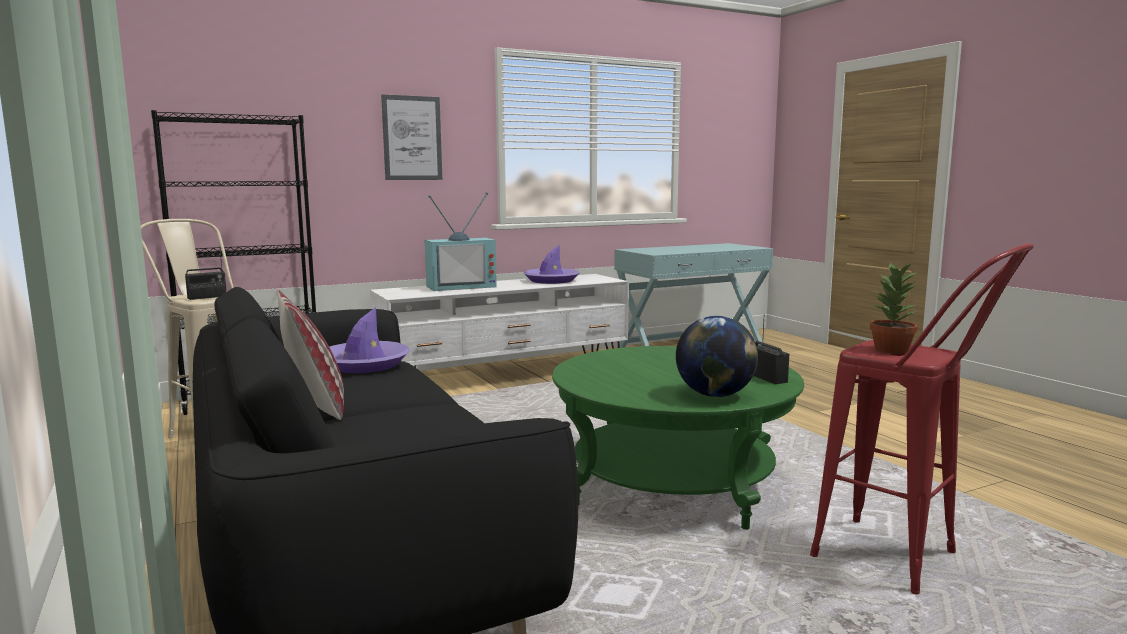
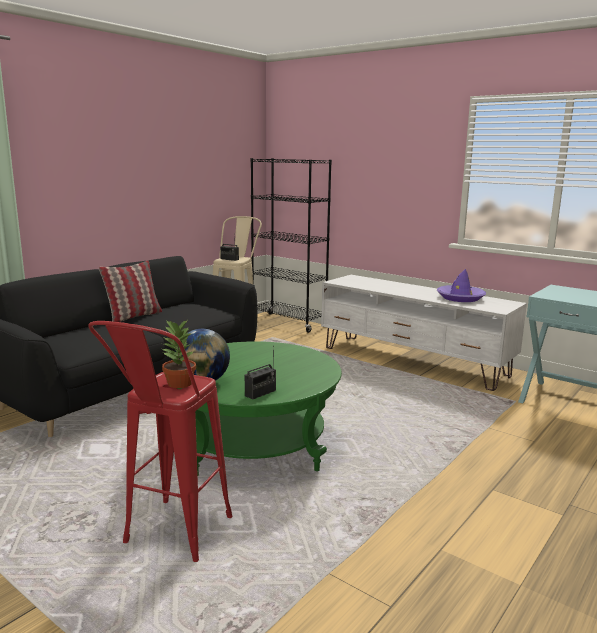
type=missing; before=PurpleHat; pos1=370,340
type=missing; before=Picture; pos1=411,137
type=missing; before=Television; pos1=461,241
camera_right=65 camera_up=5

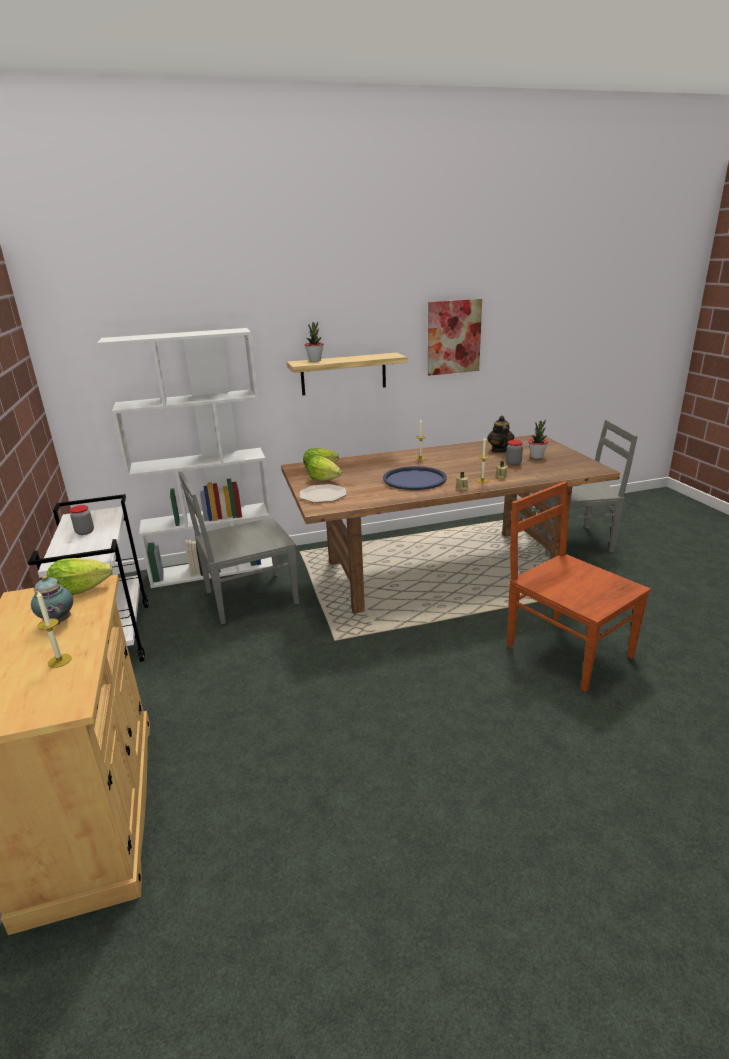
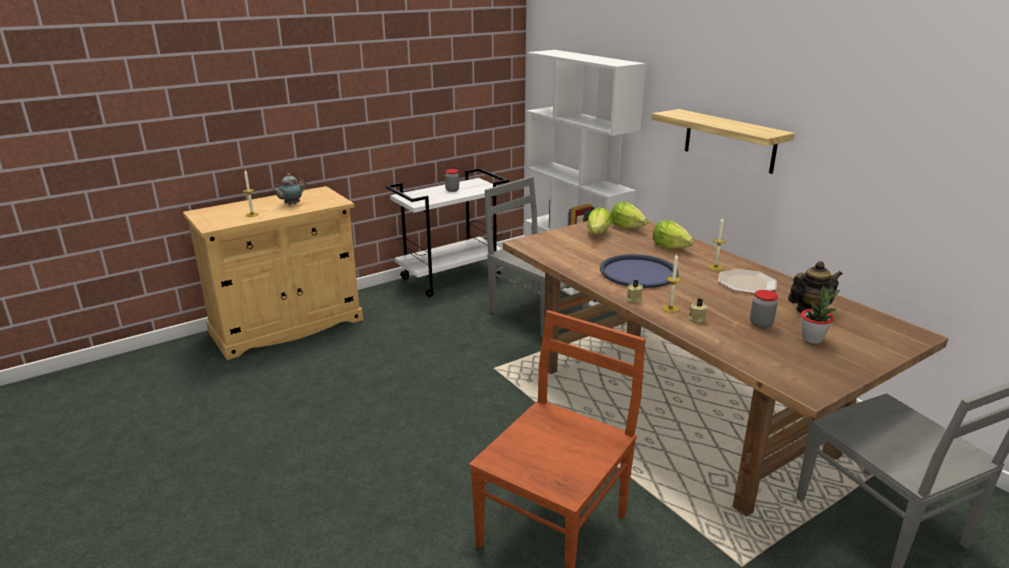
type=relocated; before=Lettuce; pos1=80,576; pos2=673,234
type=relocated; before=Plate; pos1=323,493; pos2=747,281
type=missing; before=PottedPlant; pos1=314,341
type=missing; before=Picture; pos1=455,337
camera_right=70 camera_up=0

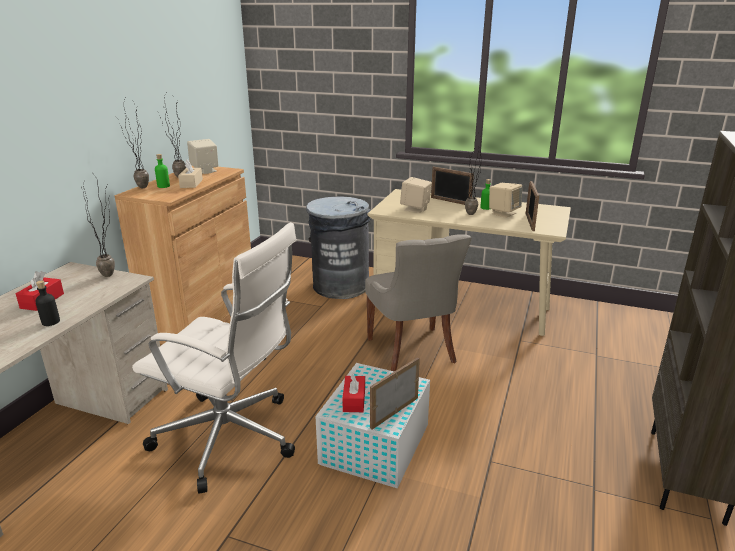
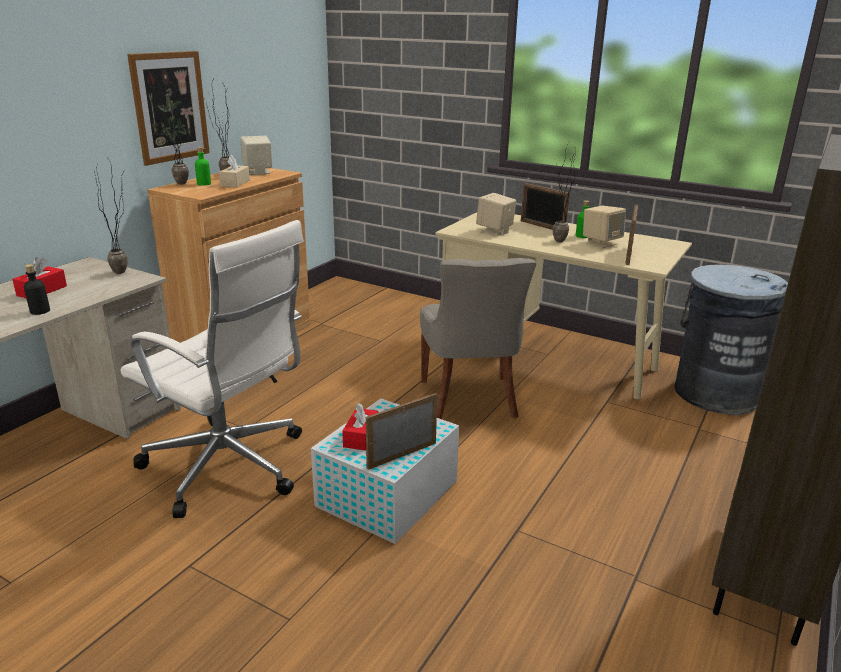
type=appeared; after=Picture; pos2=168,108
type=relocated; before=GreyTrashCan; pos1=338,247; pos2=731,340
camera_right=10 camera_up=0

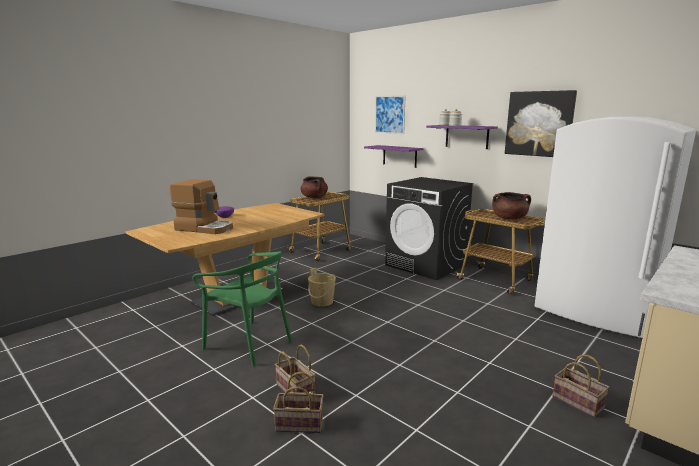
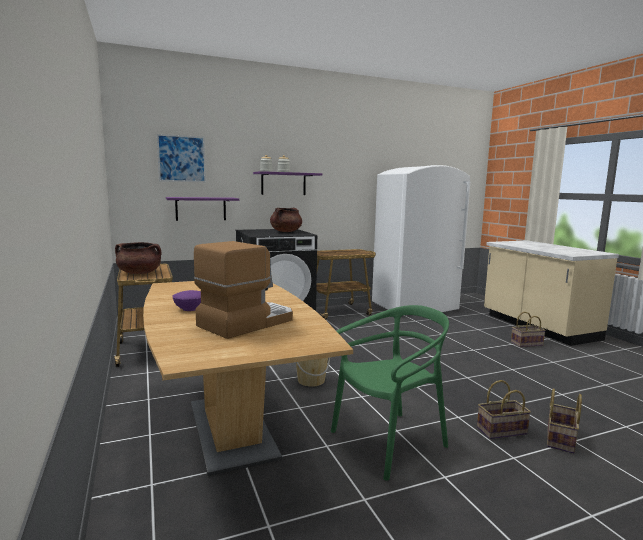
type=relocated; before=BrownCookingPot; pos1=512,205; pos2=286,220
type=missing; before=Picture; pos1=541,123
camera_right=-65 camera_up=-5

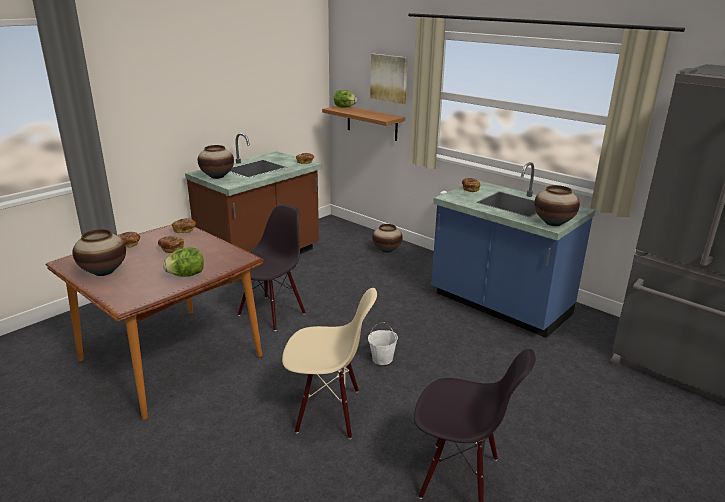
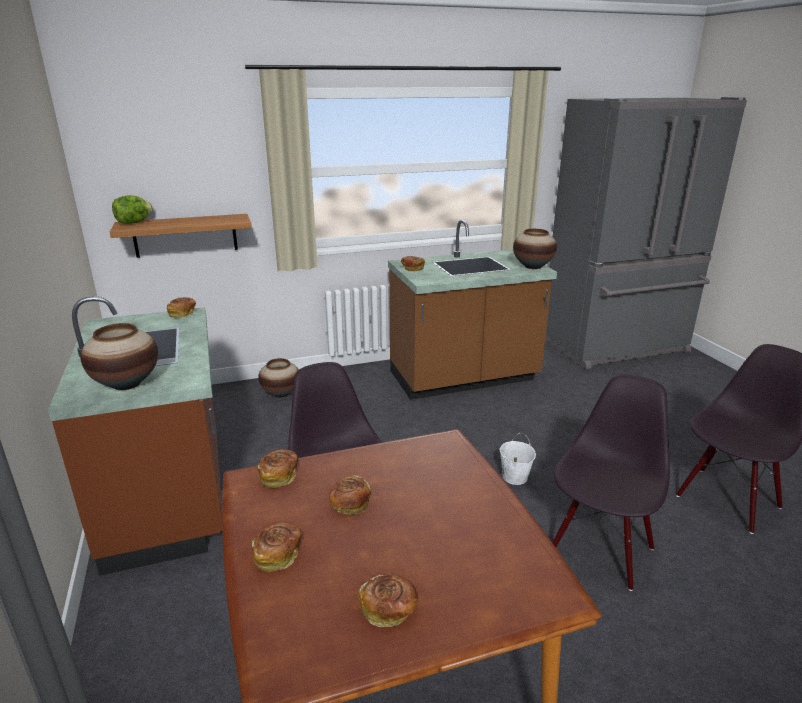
type=exchanged; before=Vase; after=Bread; pos1=99,252; pos2=388,600
type=colour; before=BlueCounter; after=BrownCounter; pos1=513,250; pos2=472,310
type=colour; before=BeigeChair; after=BlackChair; pos1=329,363; pos2=611,482
type=missing; before=Lettuce; pos1=183,262
type=missing; before=Picture; pos1=389,79
camera_right=-60 camera_up=0

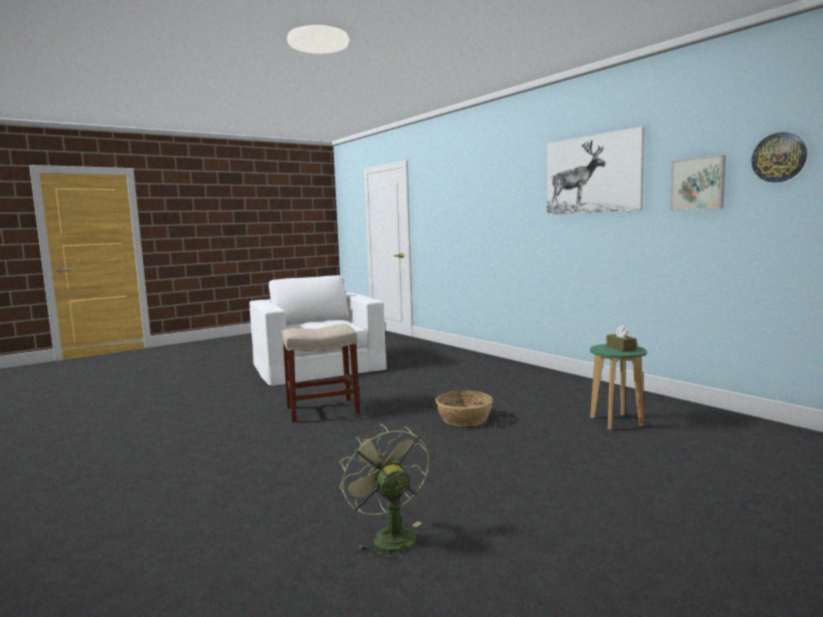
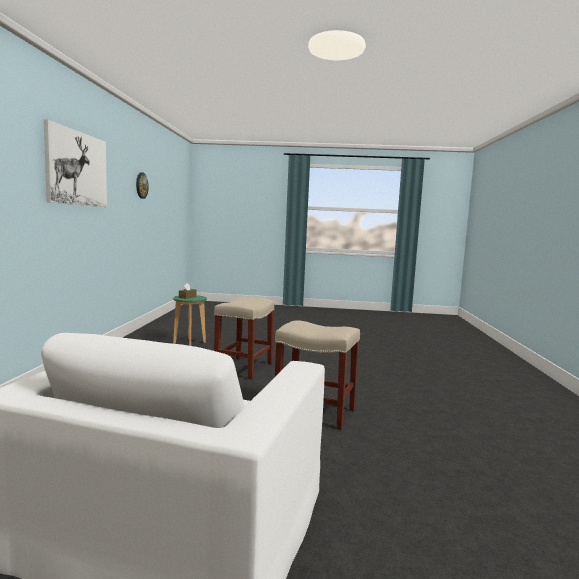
type=exchanged; before=Basket; after=BeigeStool; pos1=464,408; pos2=244,338
type=missing; before=GreenFan; pos1=384,492
type=missing; before=Picture; pos1=698,183
camera_right=-140 camera_up=0

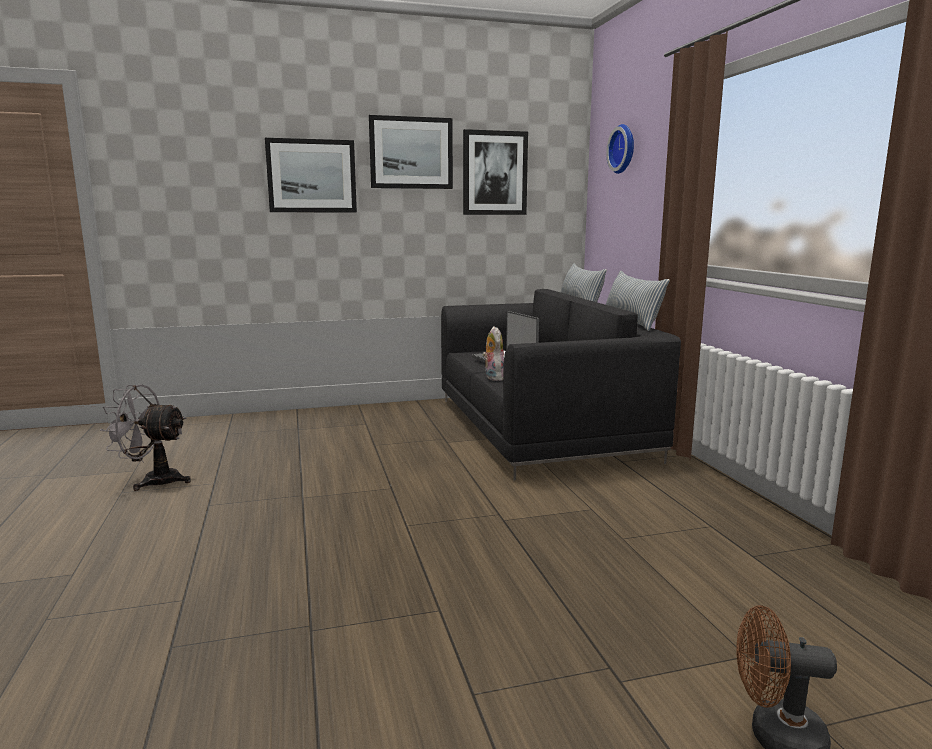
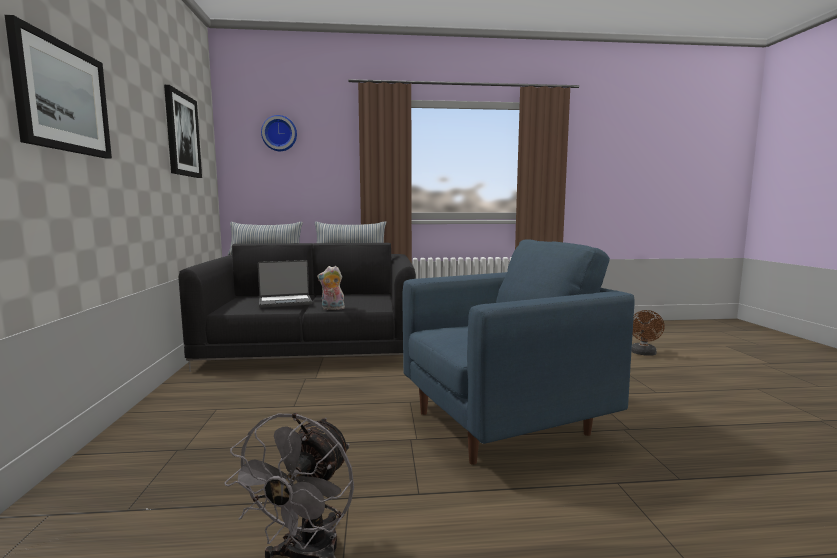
type=appeared; after=BlueArmchair; pos2=518,352
type=missing; before=Picture; pos1=411,152
camera_right=-80 camera_up=-5

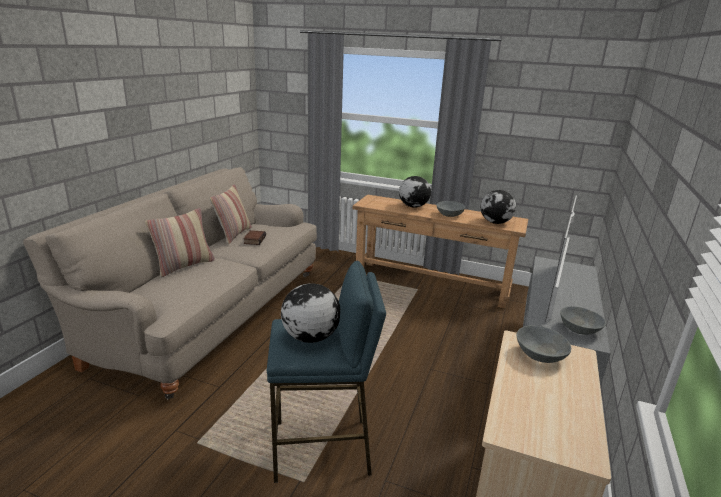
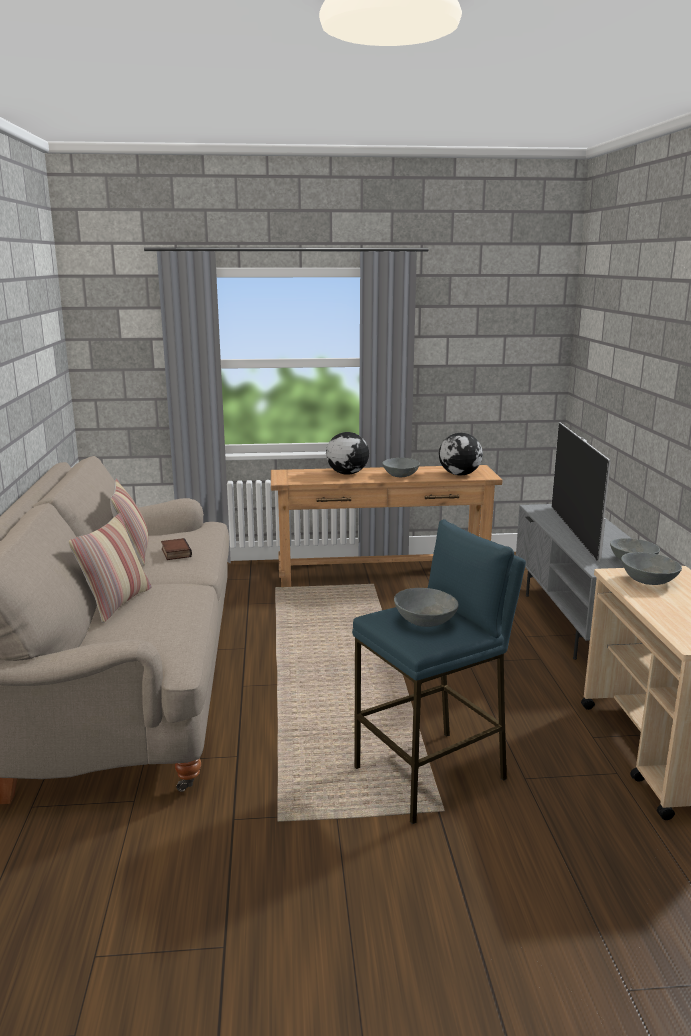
type=exchanged; before=Globe; after=GreyBowl; pos1=310,313; pos2=426,607
camera_right=-25 camera_up=-5

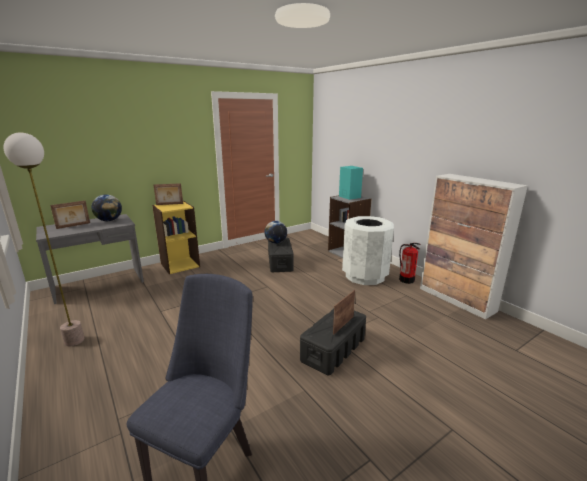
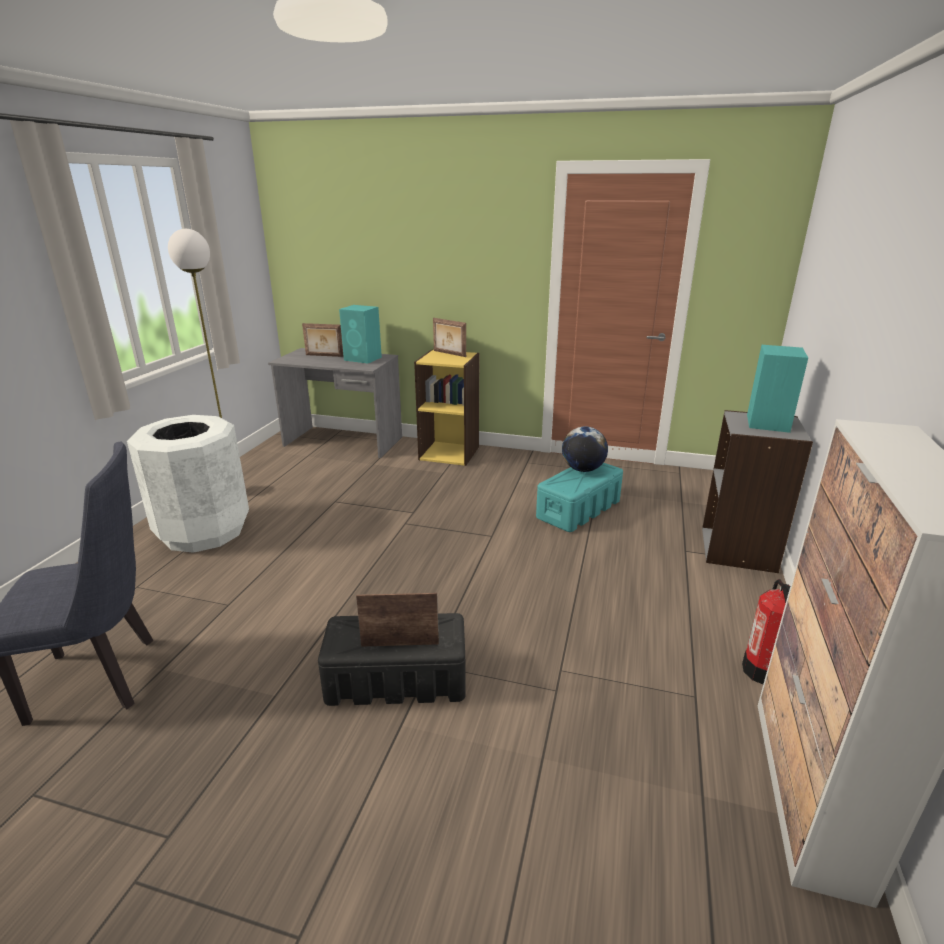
type=relocated; before=WhiteTrashCan; pos1=368,250; pos2=188,484
type=exchanged; before=Globe; after=TurquoiseSpeaker; pos1=106,207; pos2=360,334
type=colour; before=BlackStorageBox; after=TurquoiseStorageBox; pos1=281,254; pos2=579,497
camera_right=50 camera_up=5

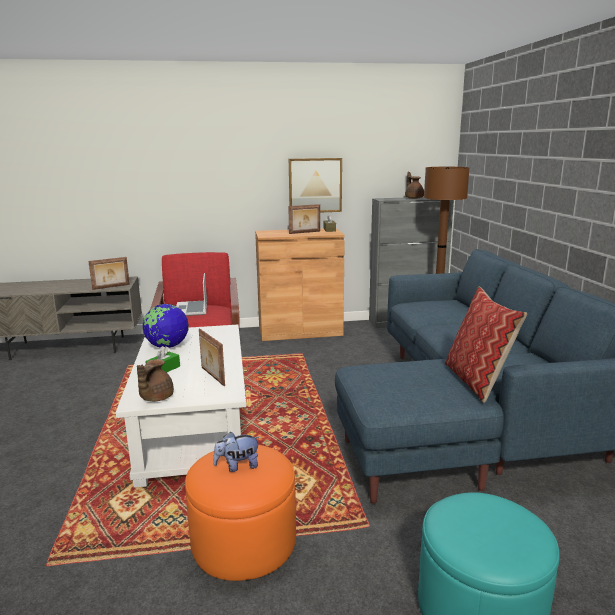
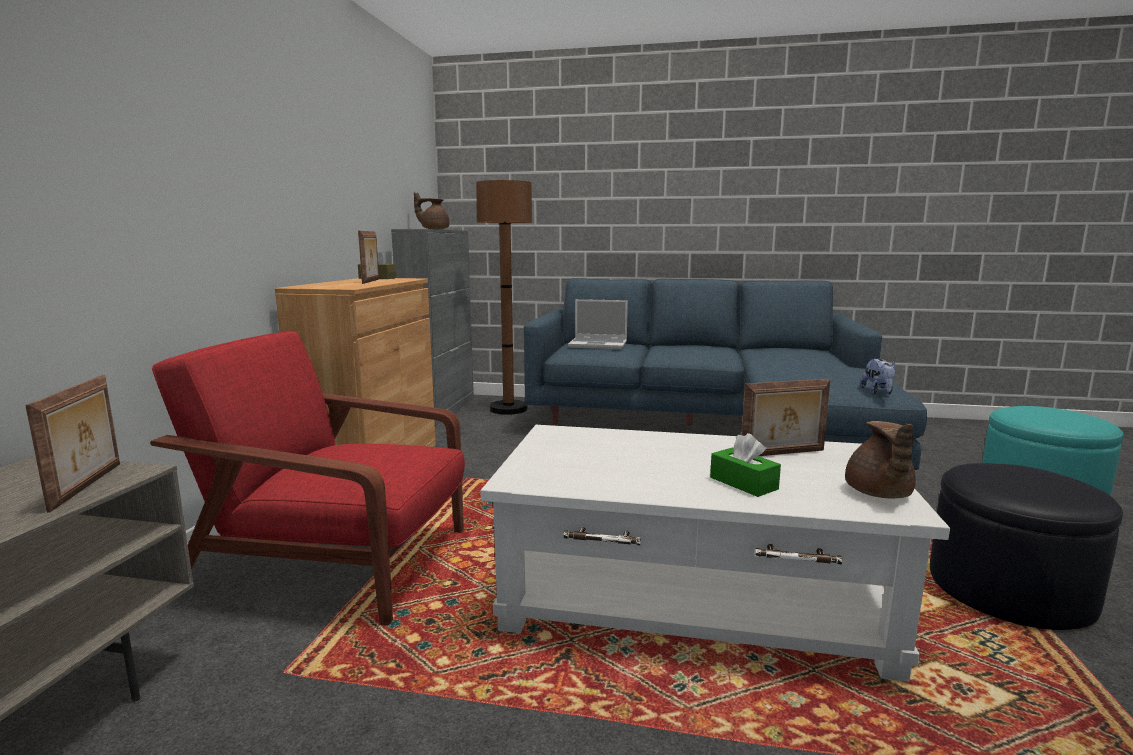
type=relocated; before=Laptop; pos1=191,294; pos2=598,324
type=spun; before=BrownTeapot; pos1=155,380; pos2=880,459; turn=60
type=relocated; before=PlushToy; pos1=236,452; pos2=877,376
type=colour; before=OrangeOttoman; after=BlackOttoman; pos1=240,513; pos2=1026,546
type=missing; before=Globe; pos1=166,326
type=missing; before=Picture; pos1=315,185
type=missing; before=Pillow; pos1=486,345
camera_right=-70 camera_up=-5

